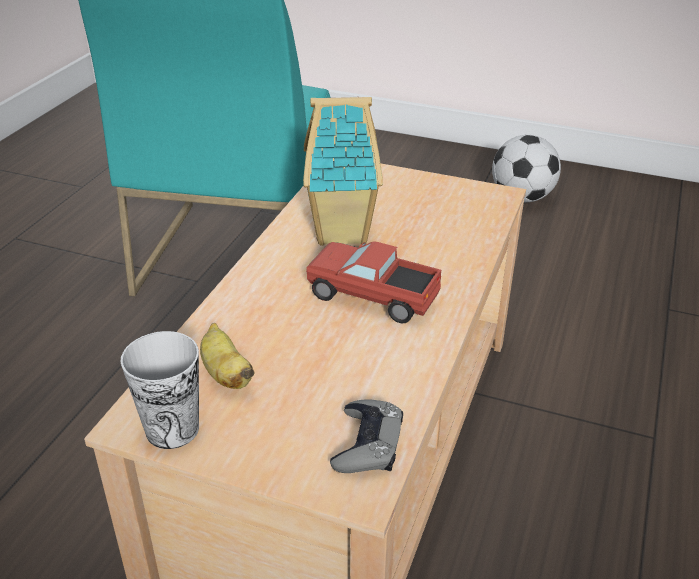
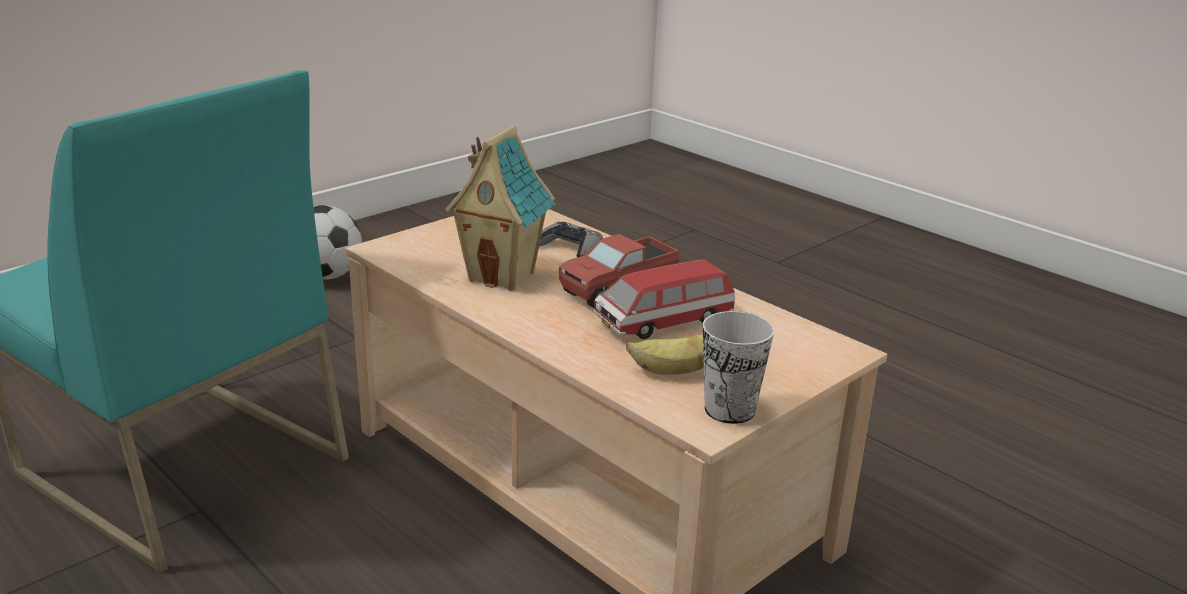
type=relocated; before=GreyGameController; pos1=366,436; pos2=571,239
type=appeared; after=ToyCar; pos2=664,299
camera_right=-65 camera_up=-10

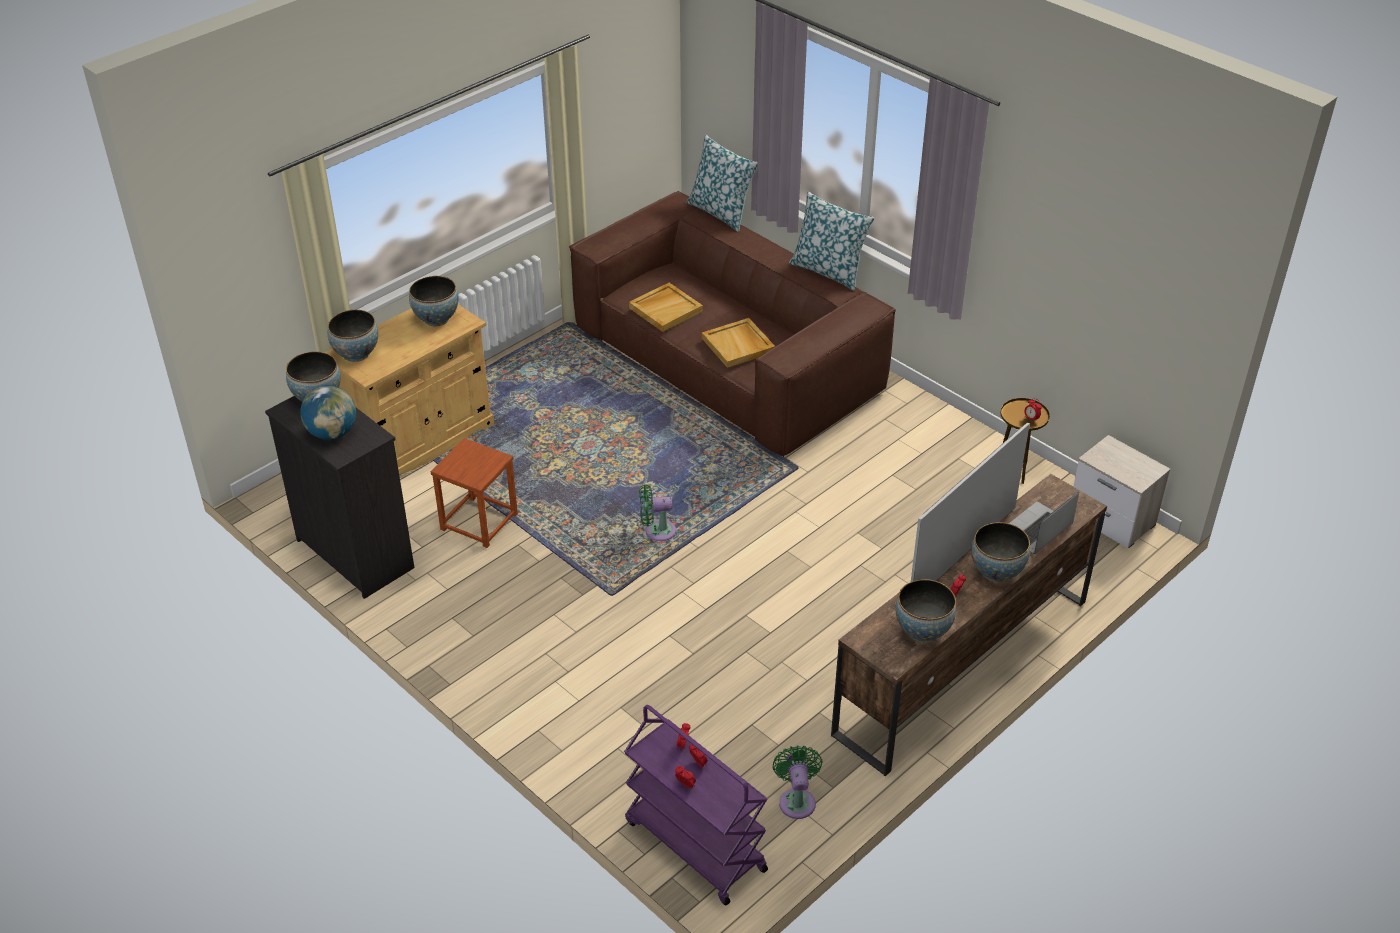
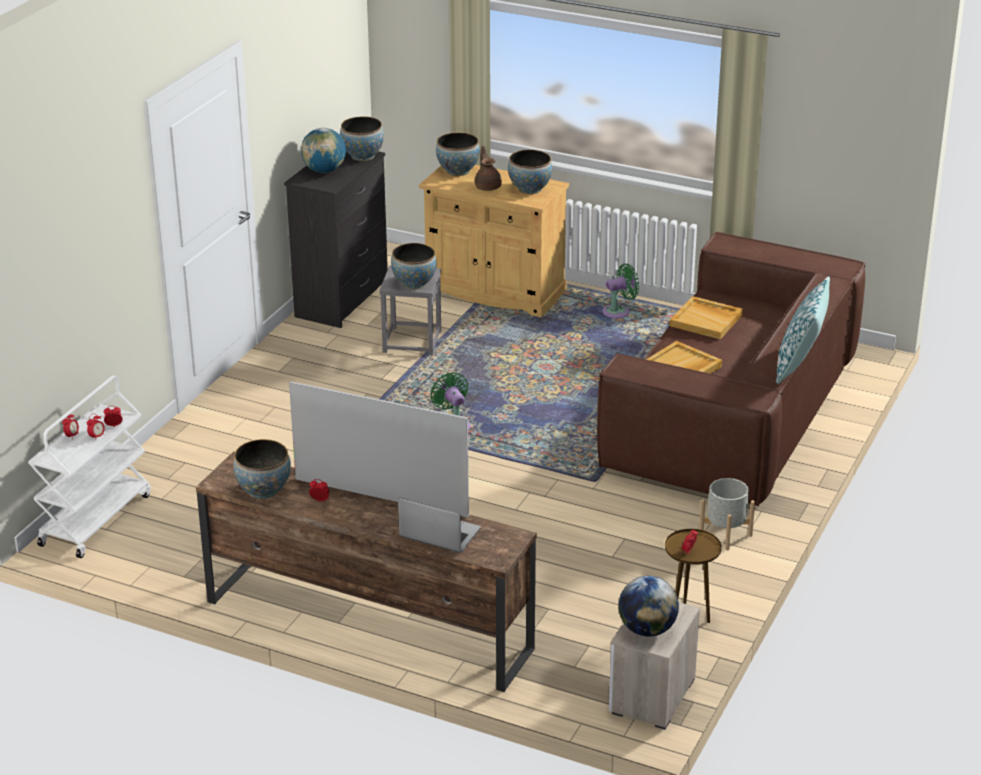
type=colour; before=PurpleCart; after=WhiteCart; pos1=696,805; pos2=89,466
type=colour; before=BrownStool; after=GreyStool; pos1=474,493; pos2=410,310
type=relocated; before=Bowl; pos1=1000,552; pos2=414,266
type=appeared; after=BrownTeapot; pos2=488,168
type=relocated; before=GreenFan; pos1=797,782; pos2=620,291
type=appeared; after=Globe; pos2=648,606
type=appeared; after=GreyPlanter; pos2=727,514
type=missing; before=Pillow; pos1=721,183
camera_right=70 camera_up=-10

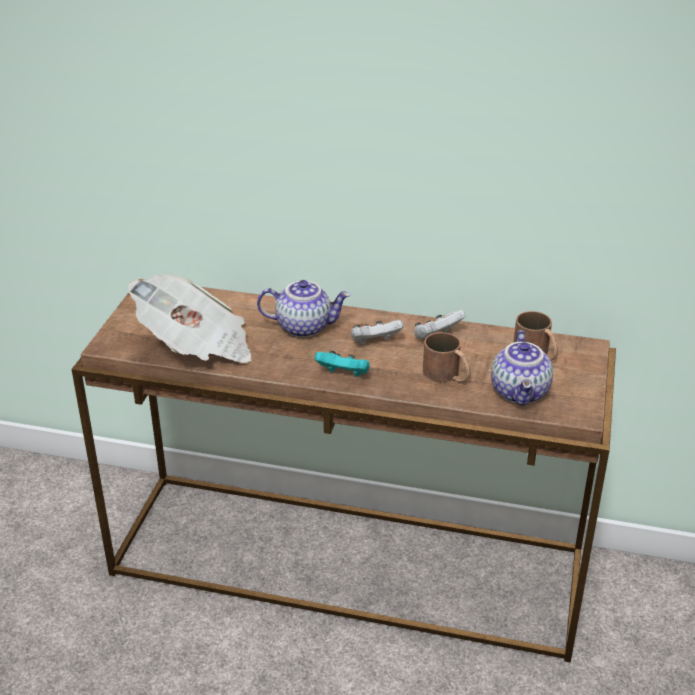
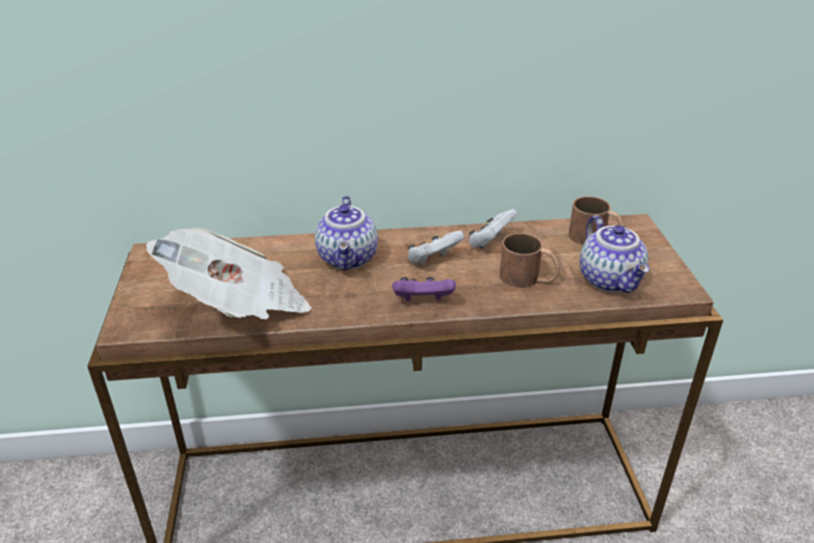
type=spun; before=Teapot; pos1=304,309; pos2=346,233; turn=105
type=colour; before=TurquoiseGameController; after=PurpleGameController; pos1=342,364; pos2=424,289
camera_right=-20 camera_up=0

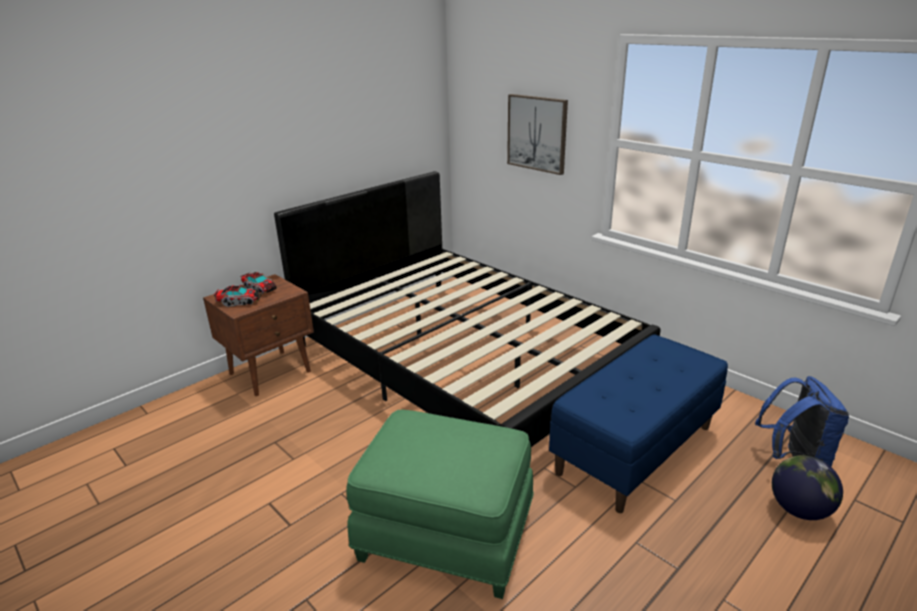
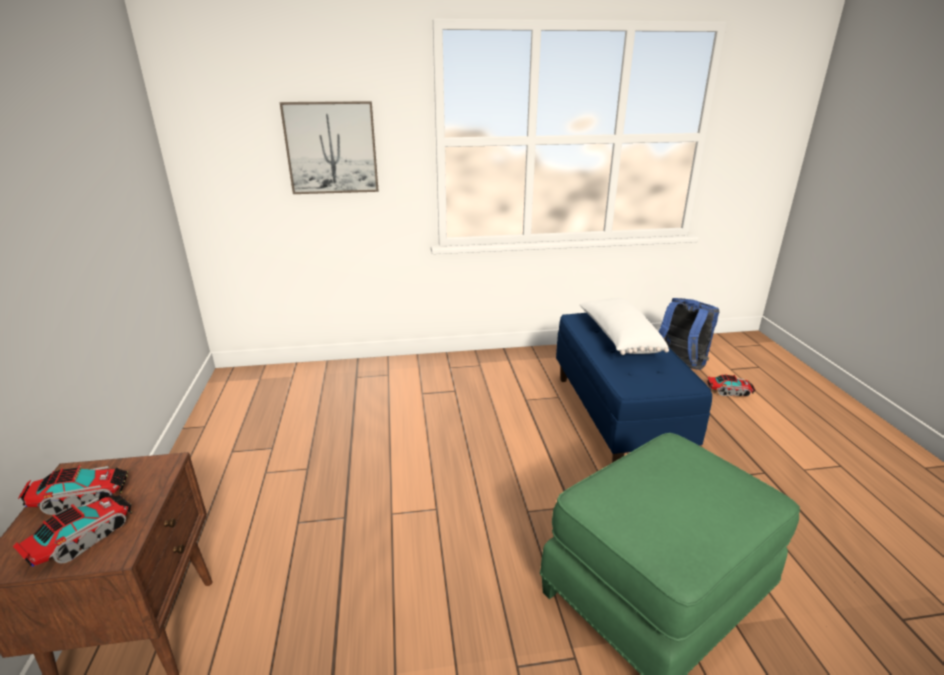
type=appeared; after=WhitePillow; pos2=624,326
type=exchanged; before=Globe; after=ToyTruck; pos1=807,487; pos2=731,385
type=missing; before=BlackBed; pos1=467,309
camera_right=-55 camera_up=0

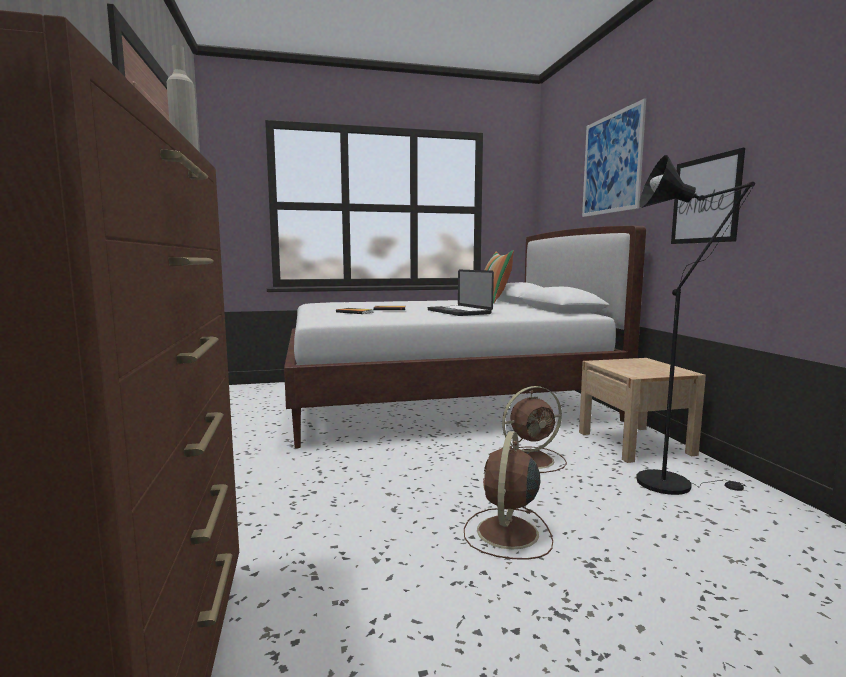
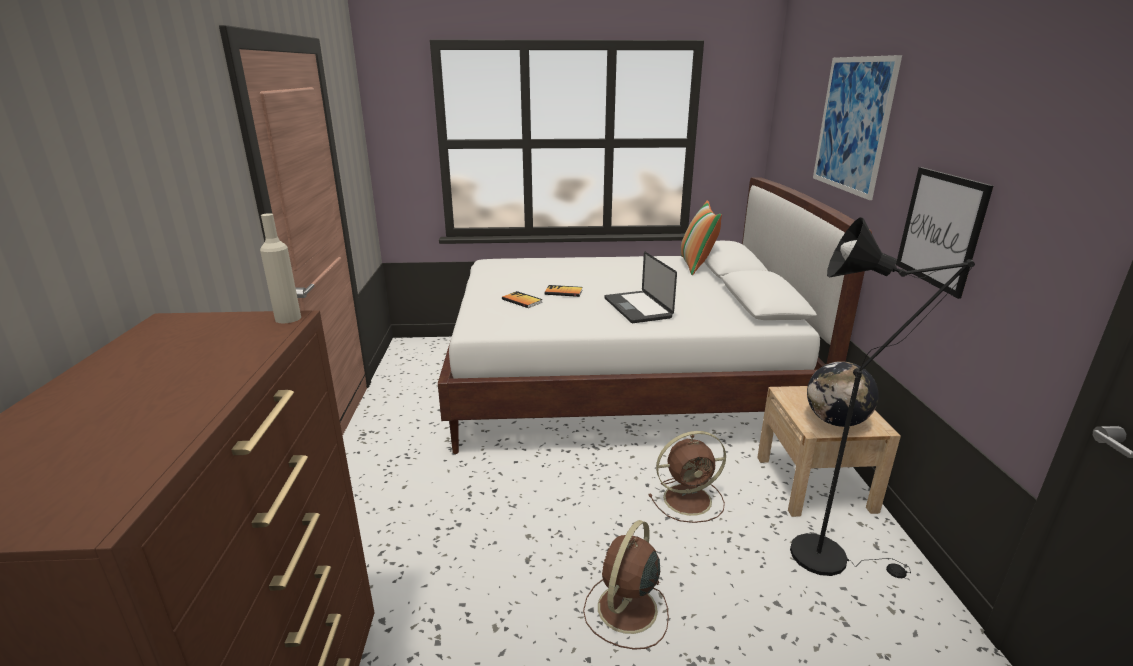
type=appeared; after=Globe; pos2=843,394
camera_right=10 camera_up=15

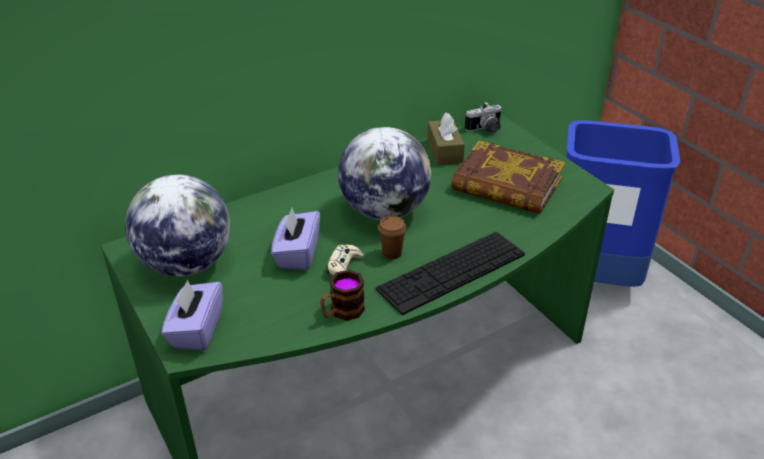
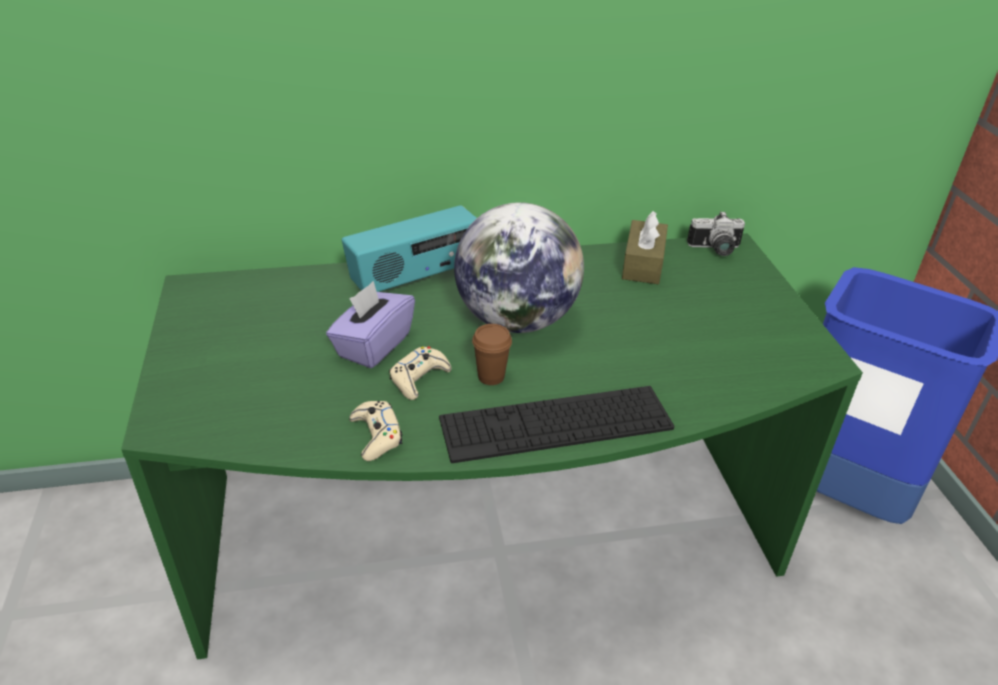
type=appeared; after=Radio; pos2=409,248
type=exchanged; before=Mug; after=BeigeGameController; pos1=342,295; pos2=376,431
type=missing; before=Globe; pos1=178,225
type=missing; before=PurpleTissueBox; pos1=192,315
type=missing; before=Book; pos1=508,177
camera_right=20 camera_up=0

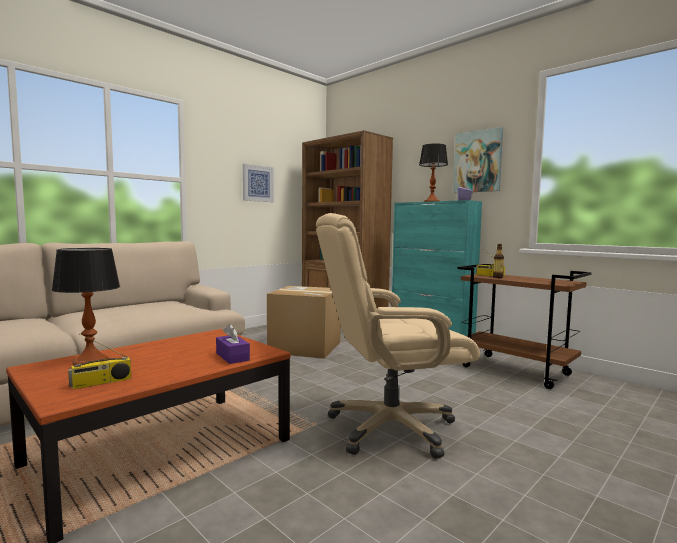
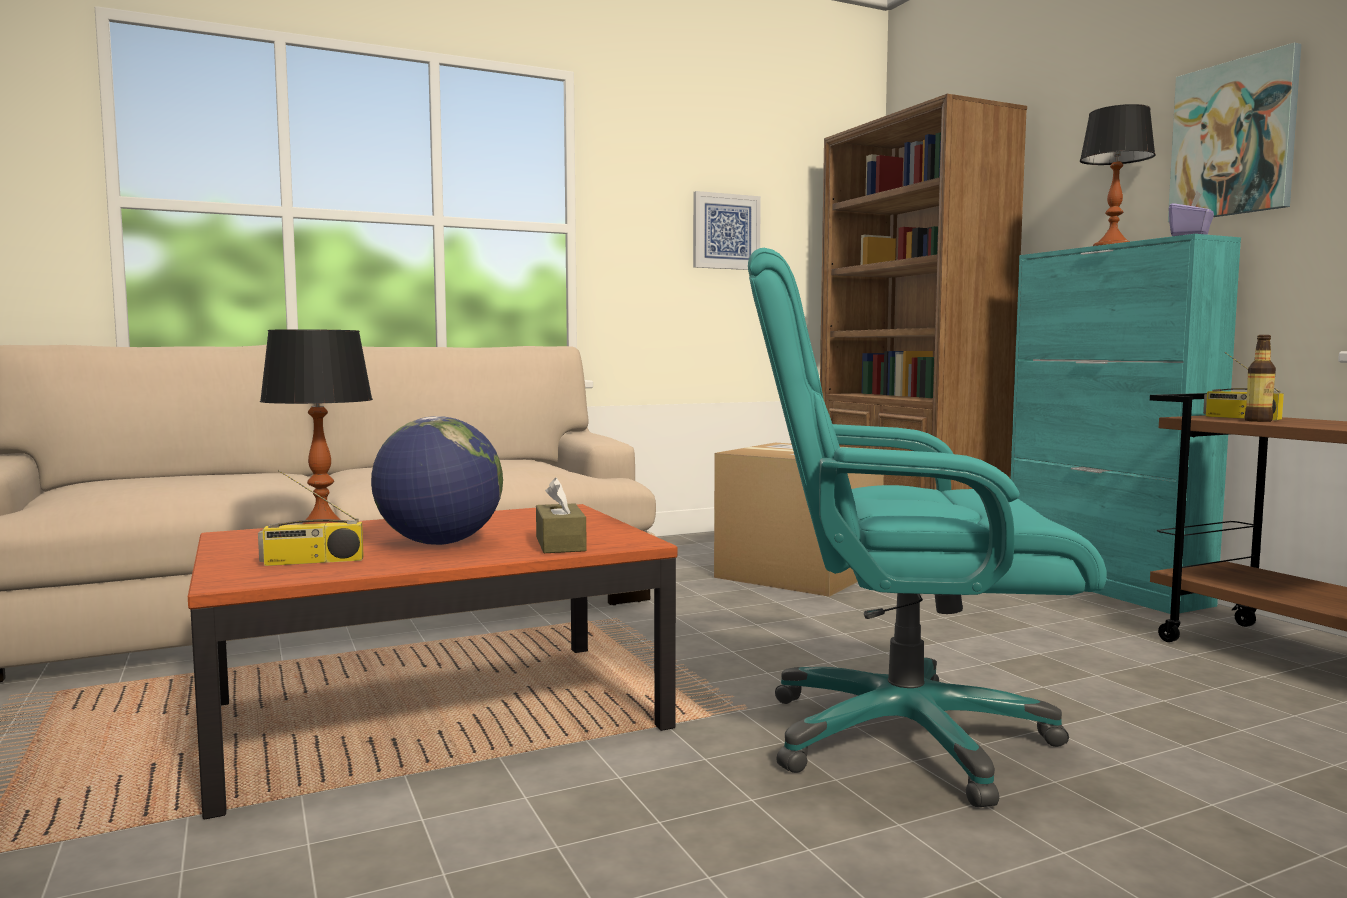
type=appeared; after=Globe; pos2=437,480
type=colour; before=PurpleTissueBox; after=BrownTissueBox; pos1=233,344; pos2=561,515
type=colour; before=BeigeOfficeChair; after=TurquoiseOfficeChair; pos1=398,336; pos2=927,527
camera_right=20 camera_up=0

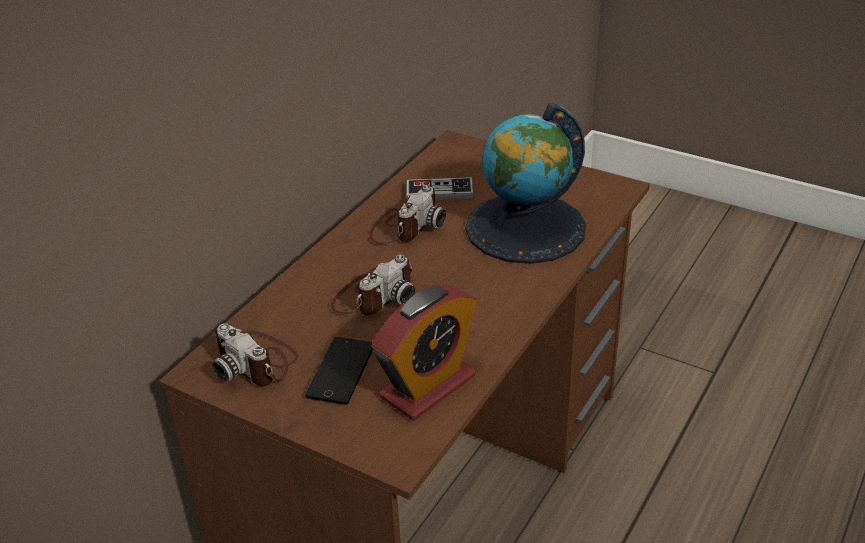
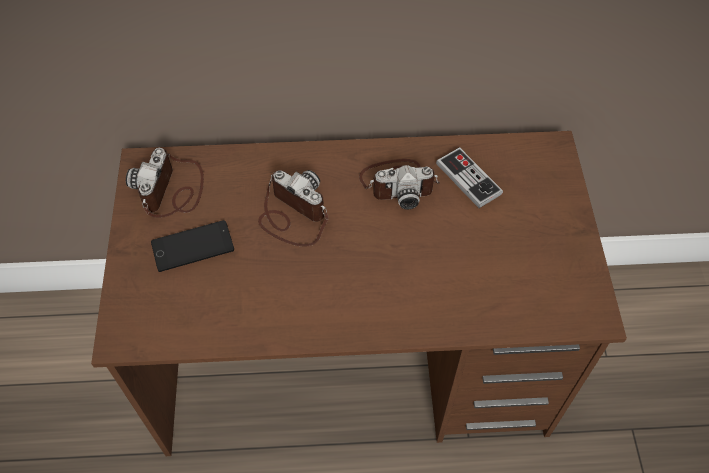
type=spun; before=PhotoCamera; pos1=373,285; pos2=293,208; turn=-150
type=missing; before=AlarmClock; pos1=424,353
type=missing; before=Globe; pos1=525,183
camera_right=55 camera_up=20

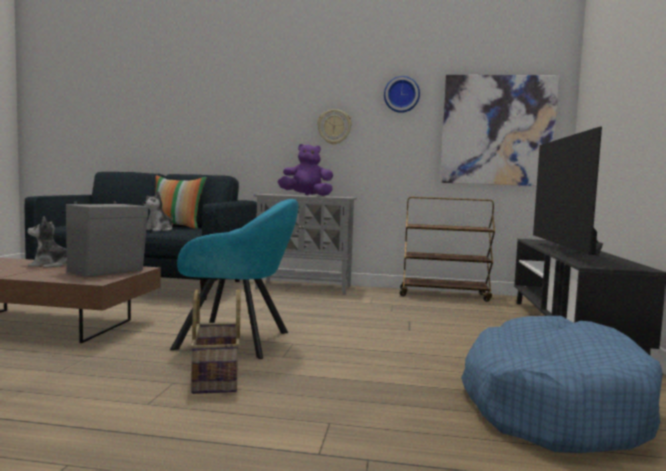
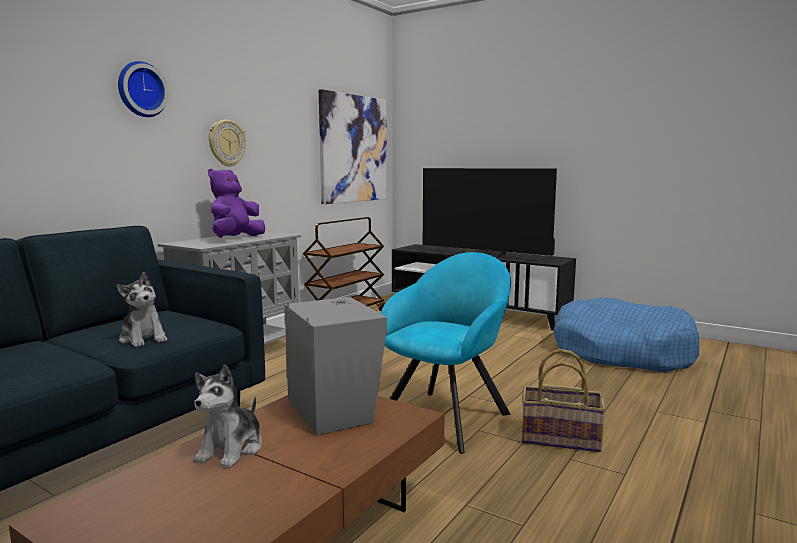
type=relocated; before=WallClock; pos1=402,94; pos2=143,89
type=missing; before=Pillow; pos1=181,202
camera_right=-65 camera_up=5

